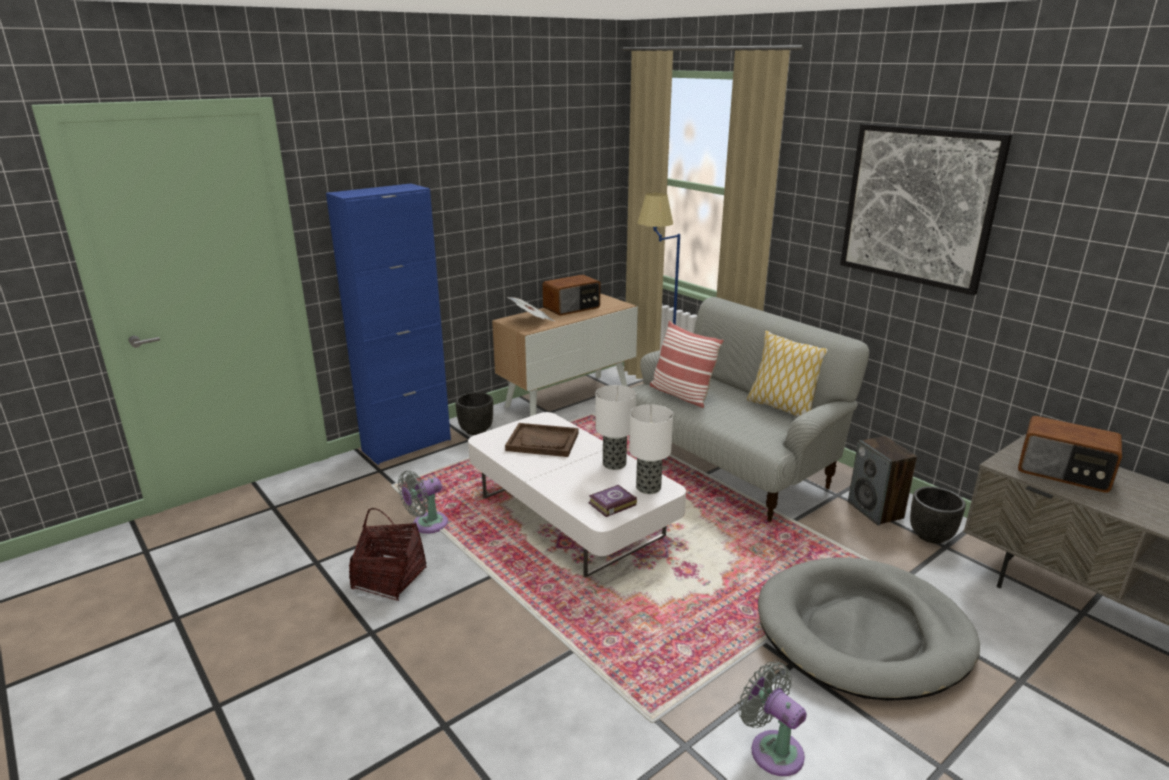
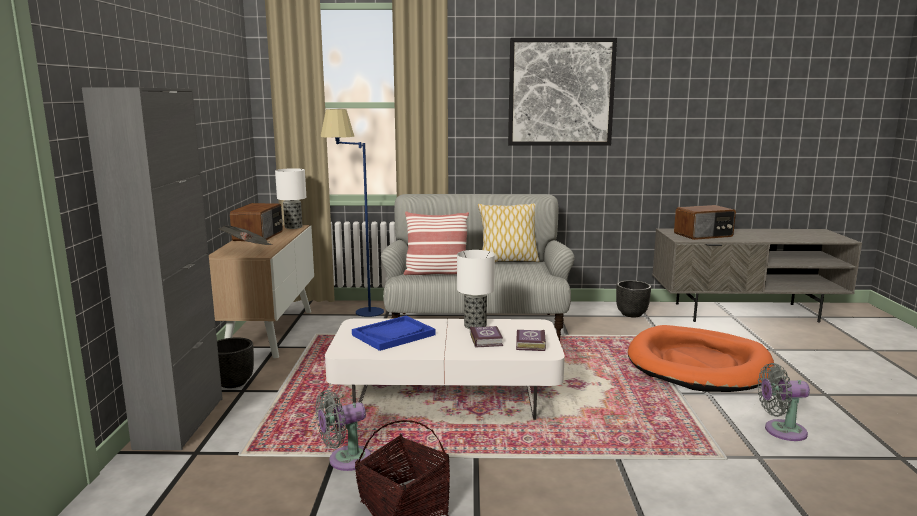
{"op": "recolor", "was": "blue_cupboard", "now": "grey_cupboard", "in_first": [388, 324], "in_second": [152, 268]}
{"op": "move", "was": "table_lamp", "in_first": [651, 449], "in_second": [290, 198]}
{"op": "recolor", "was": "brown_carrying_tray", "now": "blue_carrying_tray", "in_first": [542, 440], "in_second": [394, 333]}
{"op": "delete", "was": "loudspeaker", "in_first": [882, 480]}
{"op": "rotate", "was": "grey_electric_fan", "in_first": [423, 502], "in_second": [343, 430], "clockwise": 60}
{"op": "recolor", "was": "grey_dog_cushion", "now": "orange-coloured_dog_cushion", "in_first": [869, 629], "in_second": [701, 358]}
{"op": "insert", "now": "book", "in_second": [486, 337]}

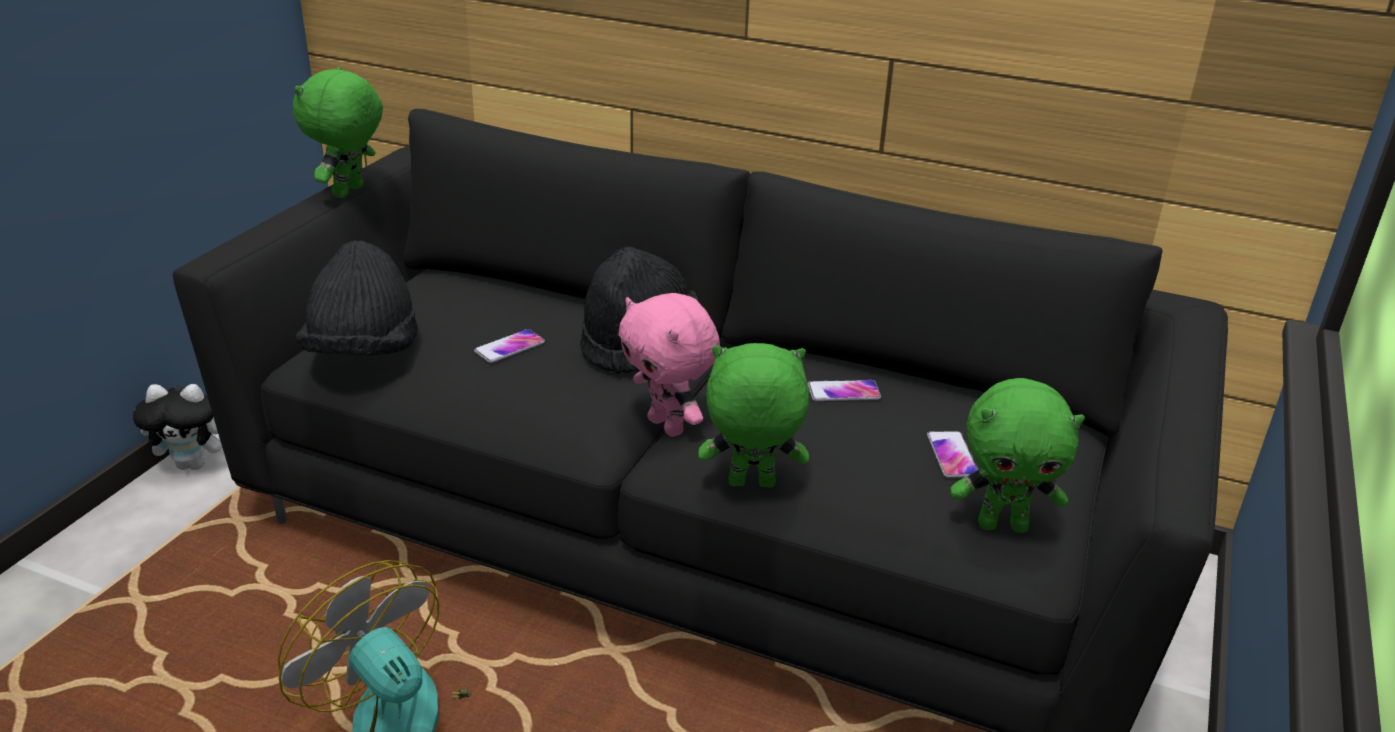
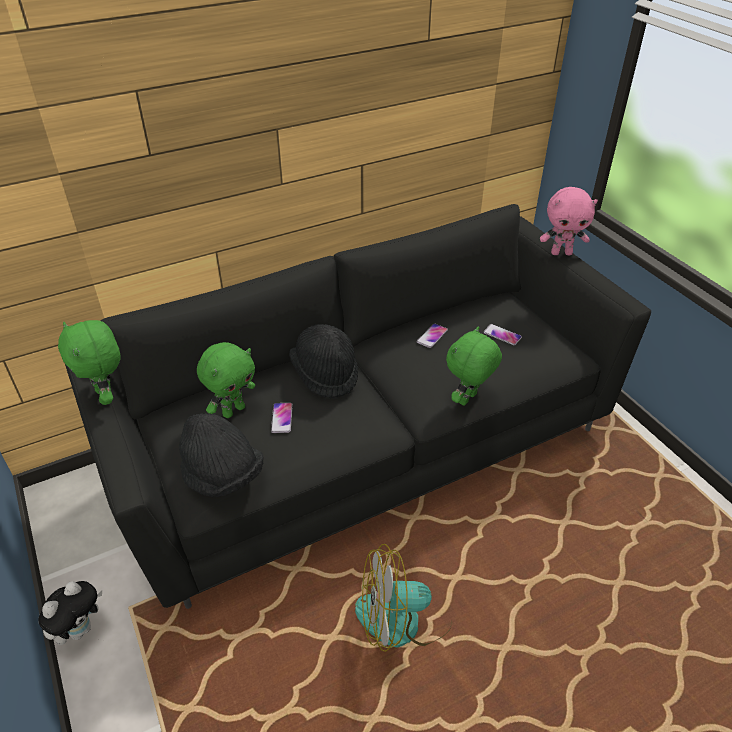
{"op": "move", "was": "pinkish_cuddly_toy", "in_first": [669, 365], "in_second": [569, 221]}
{"op": "move", "was": "green_cuddly_toy", "in_first": [1017, 455], "in_second": [226, 380]}

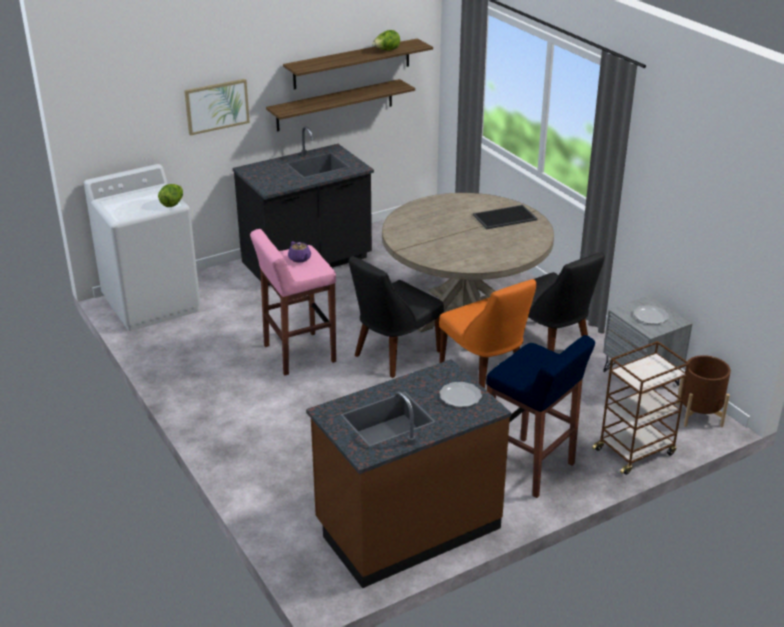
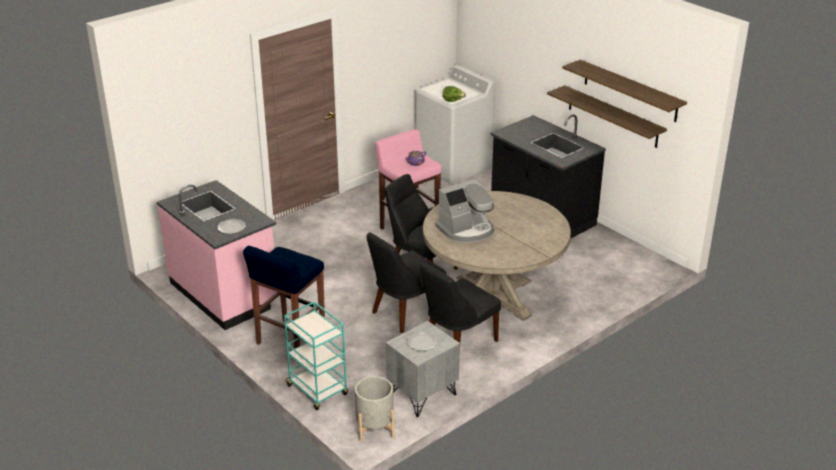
{"op": "delete", "was": "lettuce", "in_first": [386, 40]}
{"op": "delete", "was": "wall_picture", "in_first": [217, 107]}
{"op": "delete", "was": "carrying_tray", "in_first": [505, 217]}
{"op": "recolor", "was": "orange-coloured_chair", "now": "black_chair", "in_first": [487, 334], "in_second": [406, 282]}
{"op": "recolor", "was": "brown_wheeled_cart", "now": "turquoise_wheeled_cart", "in_first": [641, 408], "in_second": [316, 355]}
{"op": "recolor", "was": "brown_plant_pot", "now": "grey_plant_pot", "in_first": [703, 391], "in_second": [374, 409]}
{"op": "recolor", "was": "brown_counter", "now": "pinkish_counter", "in_first": [408, 473], "in_second": [217, 255]}
{"op": "insert", "now": "coffee_brewer", "in_second": [465, 211]}

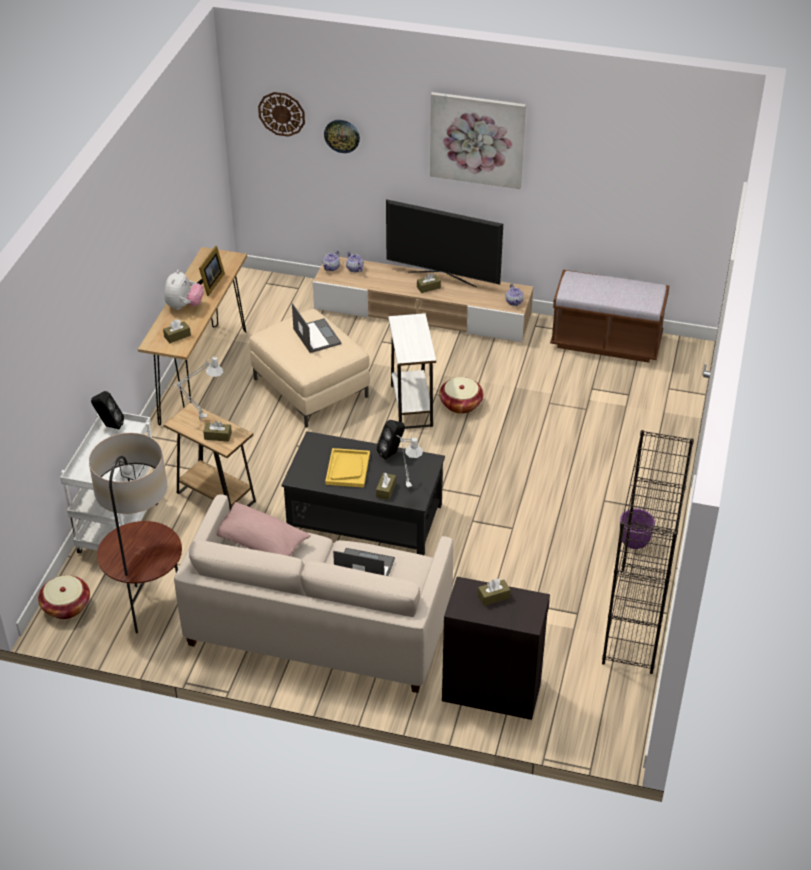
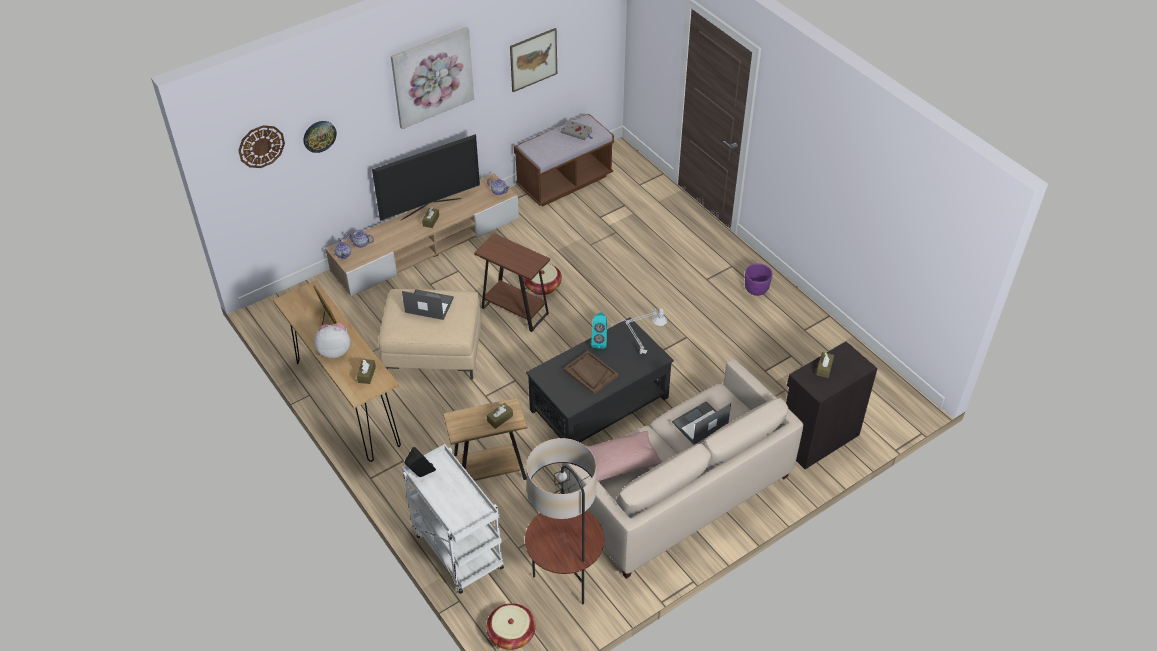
{"op": "rotate", "was": "cuddly_toy", "in_first": [183, 290], "in_second": [332, 340], "clockwise": -60}
{"op": "recolor", "was": "whitish_side_table", "now": "brown_side_table", "in_first": [412, 371], "in_second": [512, 282]}
{"op": "delete", "was": "grey_table_lamp", "in_first": [192, 388]}
{"op": "recolor", "was": "black_loudspeaker", "now": "turquoise_loudspeaker", "in_first": [391, 440], "in_second": [599, 331]}
{"op": "delete", "was": "black_bookcase", "in_first": [648, 552]}
{"op": "recolor", "was": "yellow_carrying_tray", "now": "brown_carrying_tray", "in_first": [347, 468], "in_second": [590, 373]}
{"op": "delete", "was": "brown_tissue_holder", "in_first": [386, 486]}
{"op": "insert", "now": "wall_picture", "in_second": [533, 60]}
{"op": "insert", "now": "grey_book", "in_second": [576, 130]}

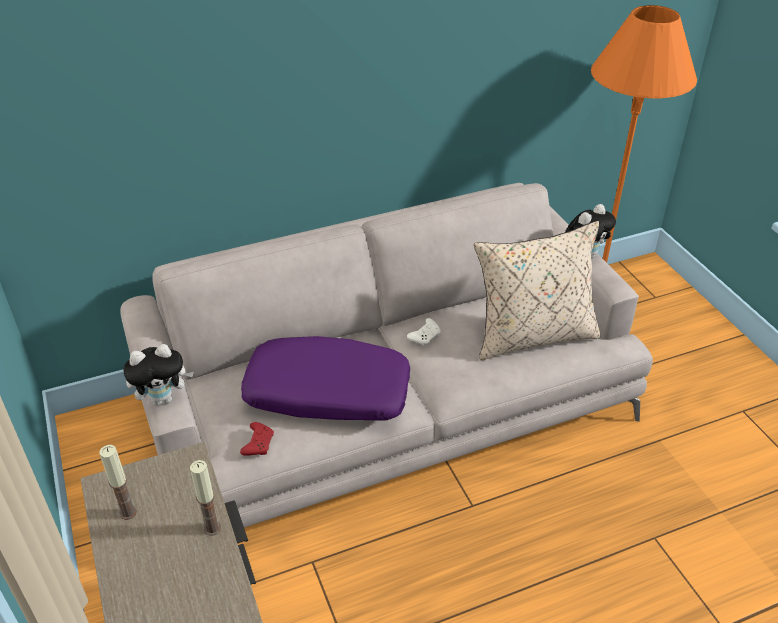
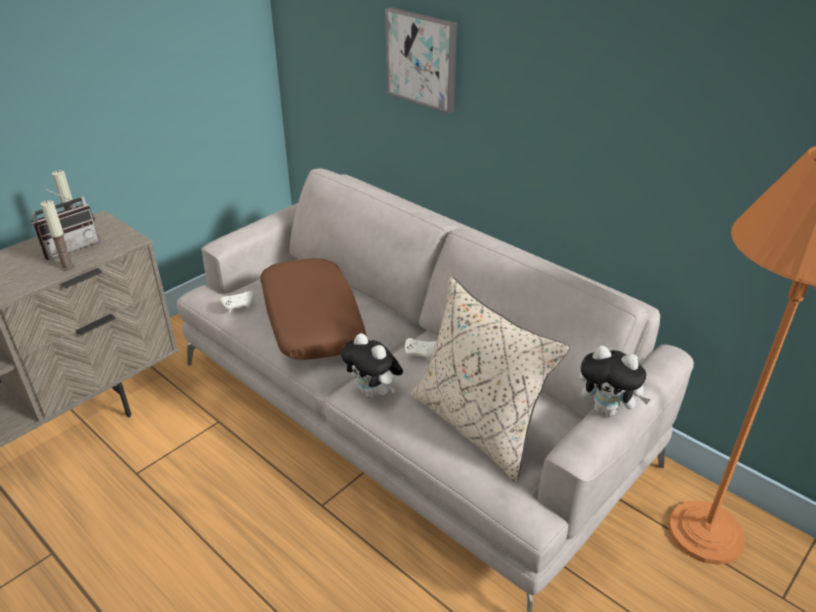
{"op": "recolor", "was": "purple-coloured_cushion", "now": "brown_cushion", "in_first": [325, 378], "in_second": [313, 309]}
{"op": "move", "was": "cuddly_toy", "in_first": [158, 375], "in_second": [372, 366]}
{"op": "recolor", "was": "red_joypad", "now": "whitish_joypad", "in_first": [257, 439], "in_second": [237, 302]}
{"op": "insert", "now": "wall_picture", "in_second": [421, 60]}
{"op": "insert", "now": "radio_receiver", "in_second": [65, 223]}

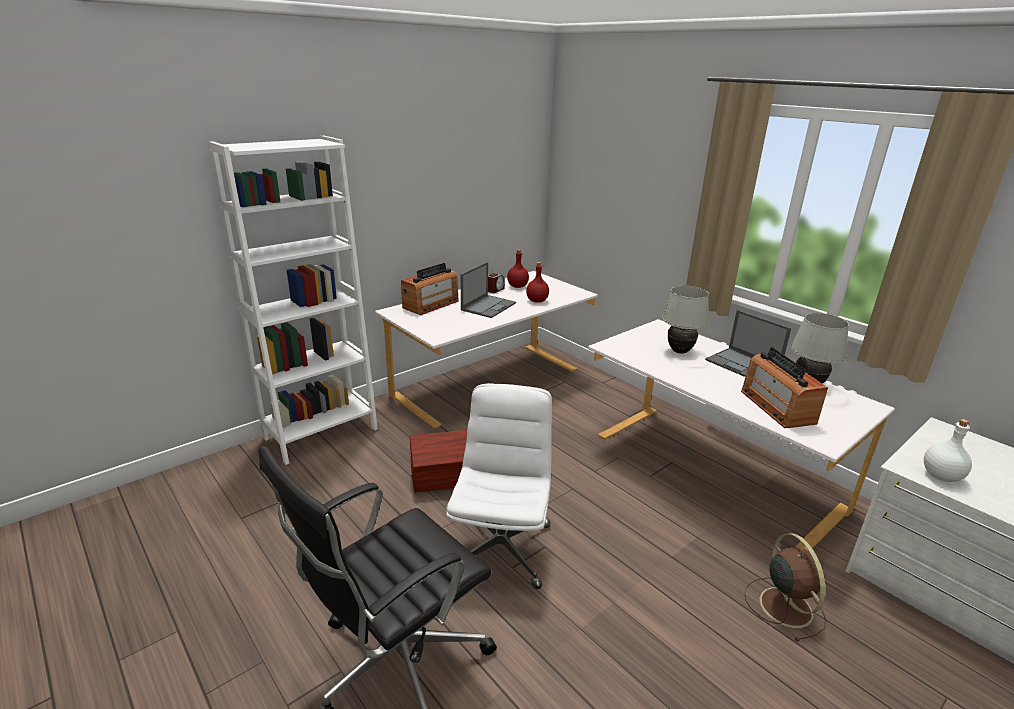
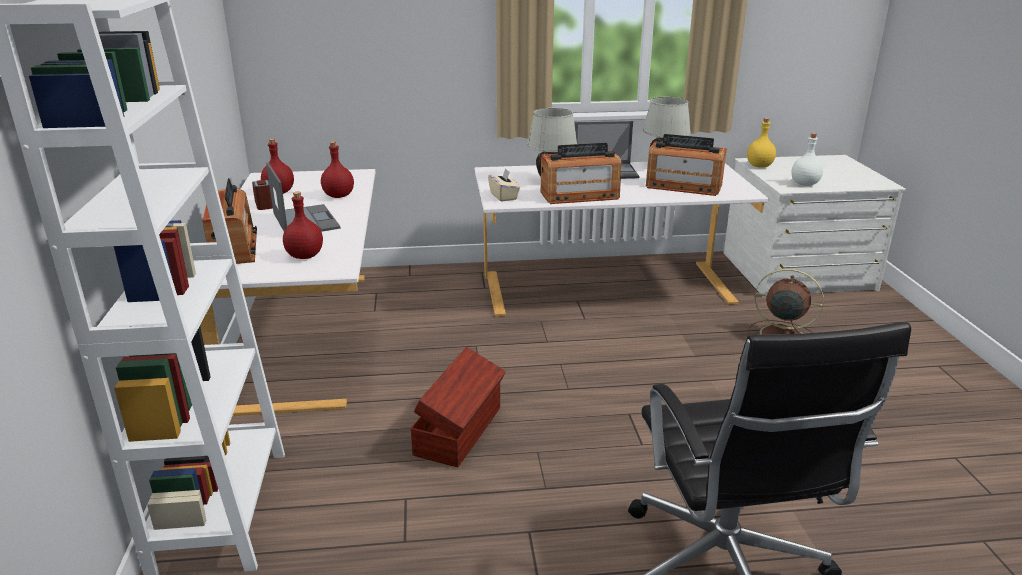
{"op": "delete", "was": "whitish_computer_chair", "in_first": [499, 486]}
{"op": "insert", "now": "yellow_drink_bottle", "in_second": [761, 143]}
{"op": "insert", "now": "radio_receiver", "in_second": [581, 173]}
{"op": "insert", "now": "beige-coloured_tissue_holder", "in_second": [504, 185]}
{"op": "insert", "now": "red_drink_bottle", "in_second": [303, 225]}

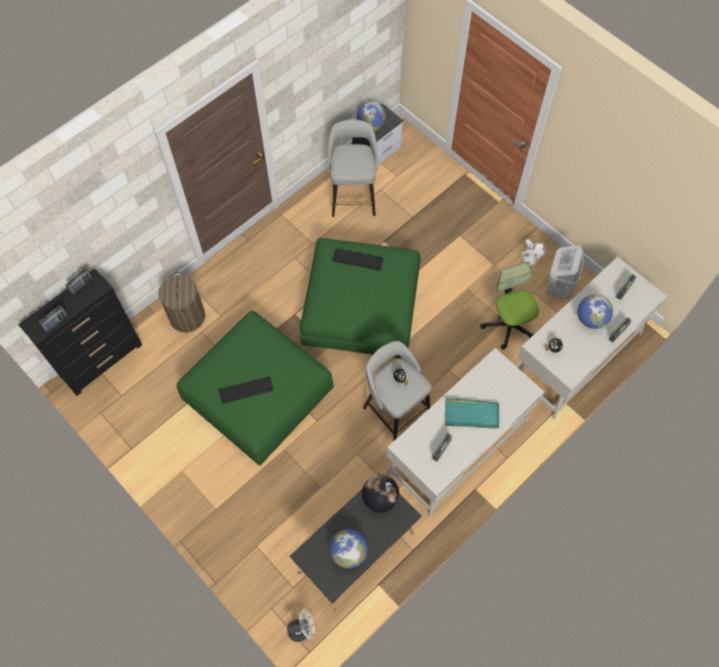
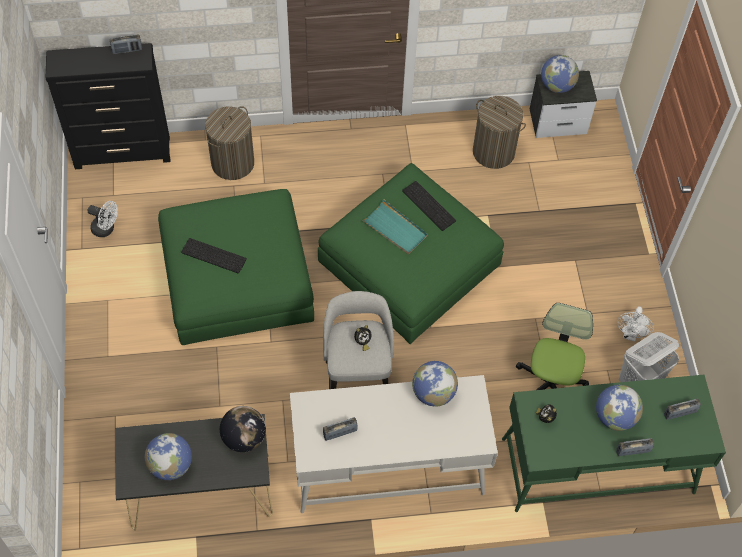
{"op": "replace", "was": "grey_sitting_stool", "now": "hamper", "in_first": [353, 168], "in_second": [499, 132]}
{"op": "recolor", "was": "whitish_desk", "now": "green_desk", "in_first": [592, 338], "in_second": [614, 443]}
{"op": "delete", "was": "radio_receiver", "in_first": [53, 318]}
{"op": "move", "was": "turquoise_carrying_tray", "in_first": [472, 413], "in_second": [395, 226]}
{"op": "move", "was": "whitish_electric_fan", "in_first": [301, 625], "in_second": [102, 219]}
{"op": "insert", "now": "desk_globe", "in_second": [435, 384]}

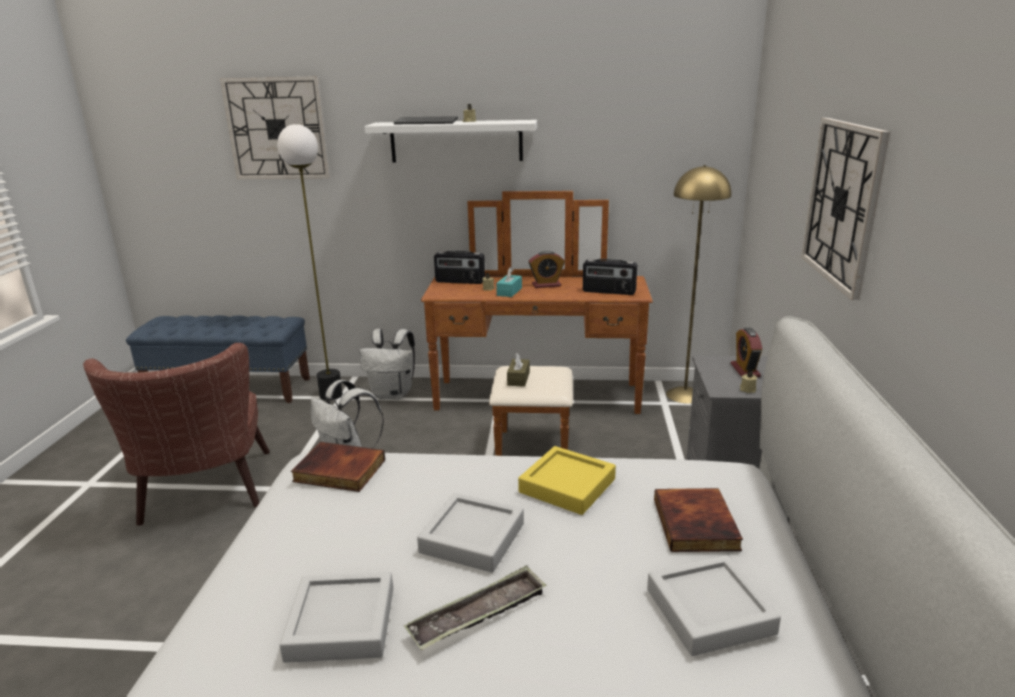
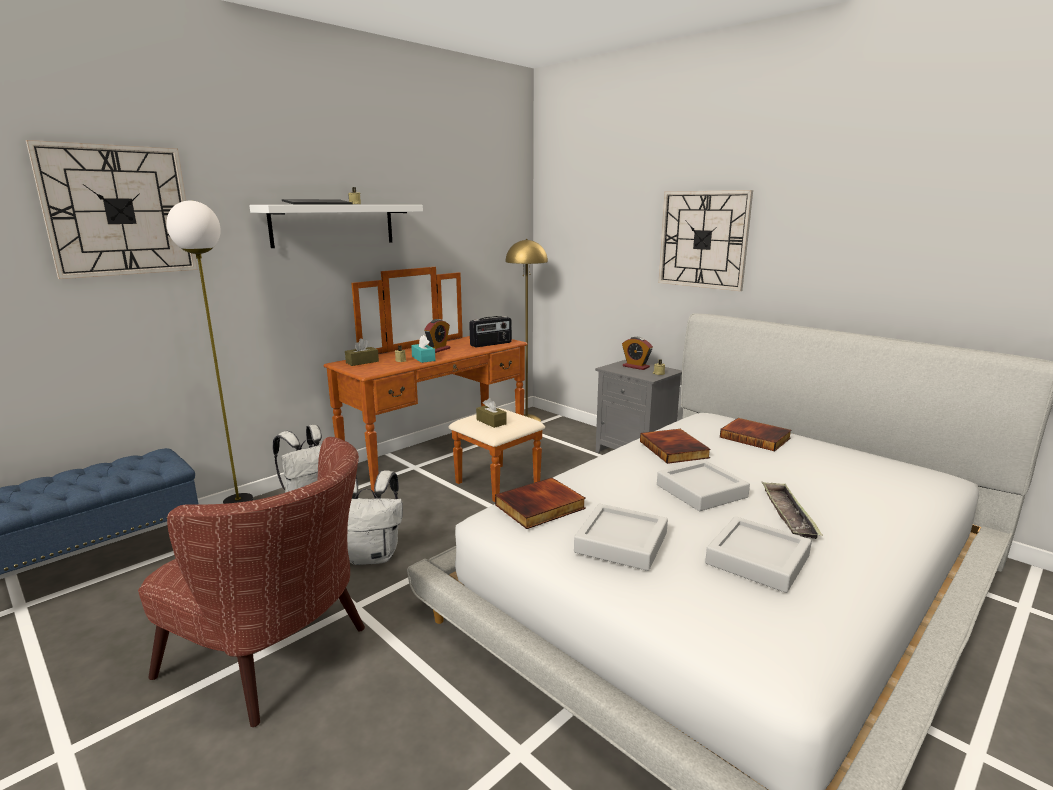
{"op": "replace", "was": "radio_receiver", "now": "brown_tissue_holder", "in_first": [459, 267], "in_second": [362, 352]}
{"op": "replace", "was": "yellow_carrying_tray", "now": "book", "in_first": [567, 480], "in_second": [675, 446]}
{"op": "move", "was": "grey_carrying_tray", "in_first": [714, 605], "in_second": [621, 537]}

